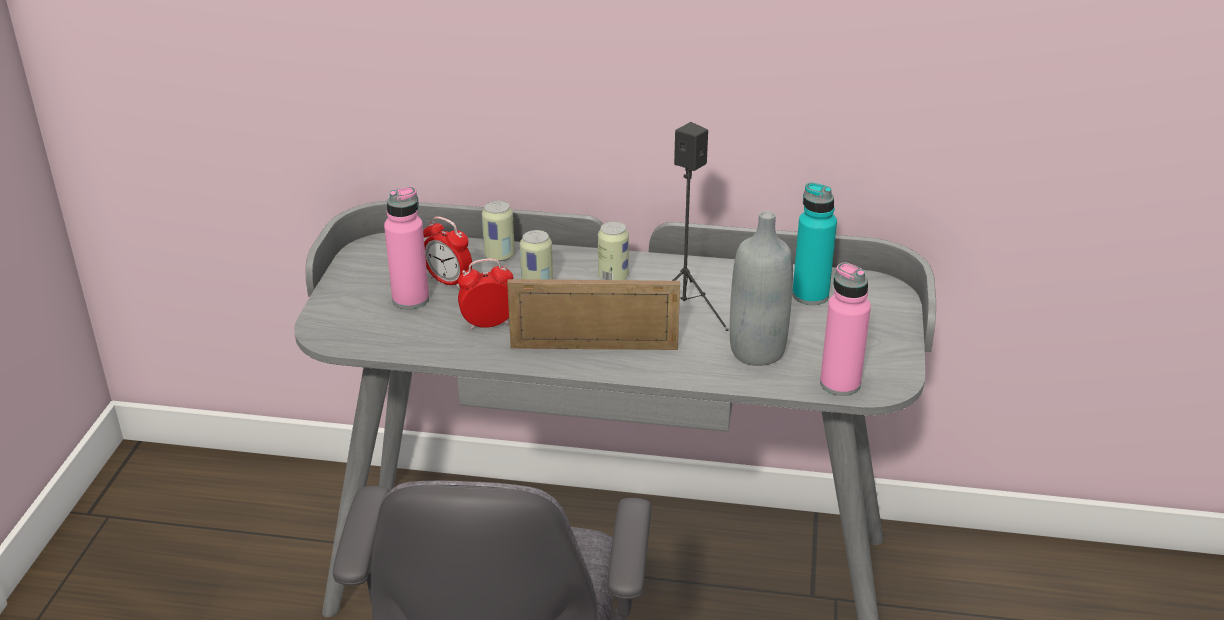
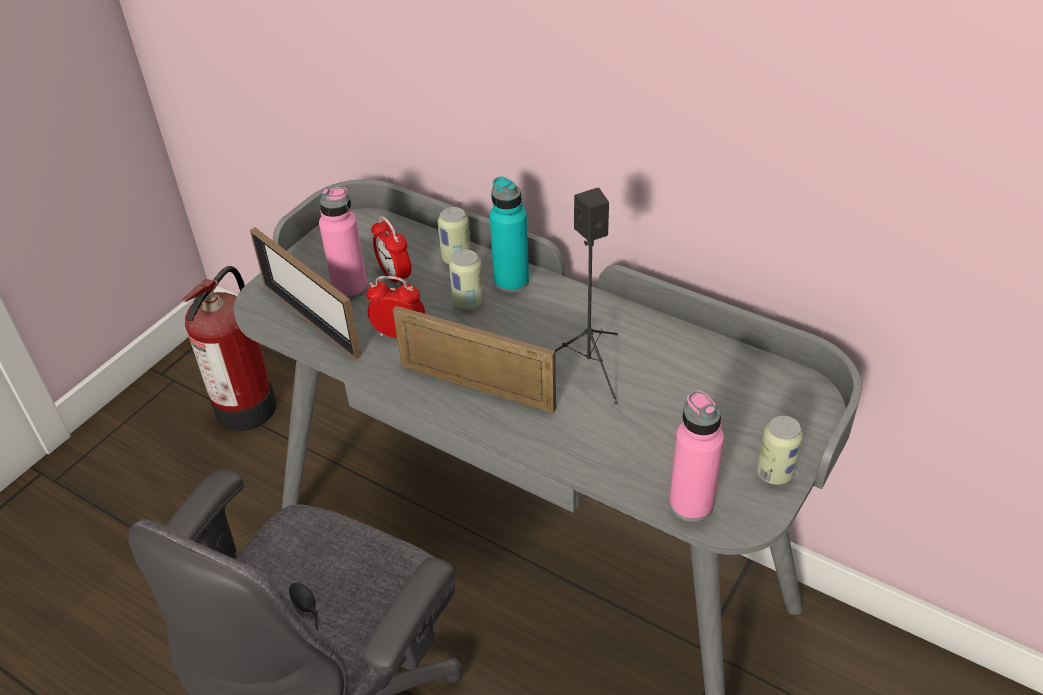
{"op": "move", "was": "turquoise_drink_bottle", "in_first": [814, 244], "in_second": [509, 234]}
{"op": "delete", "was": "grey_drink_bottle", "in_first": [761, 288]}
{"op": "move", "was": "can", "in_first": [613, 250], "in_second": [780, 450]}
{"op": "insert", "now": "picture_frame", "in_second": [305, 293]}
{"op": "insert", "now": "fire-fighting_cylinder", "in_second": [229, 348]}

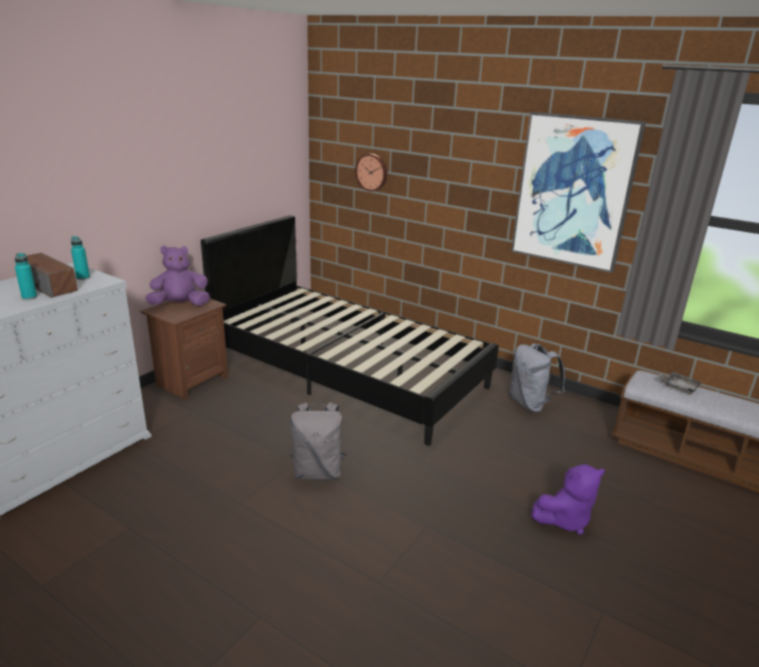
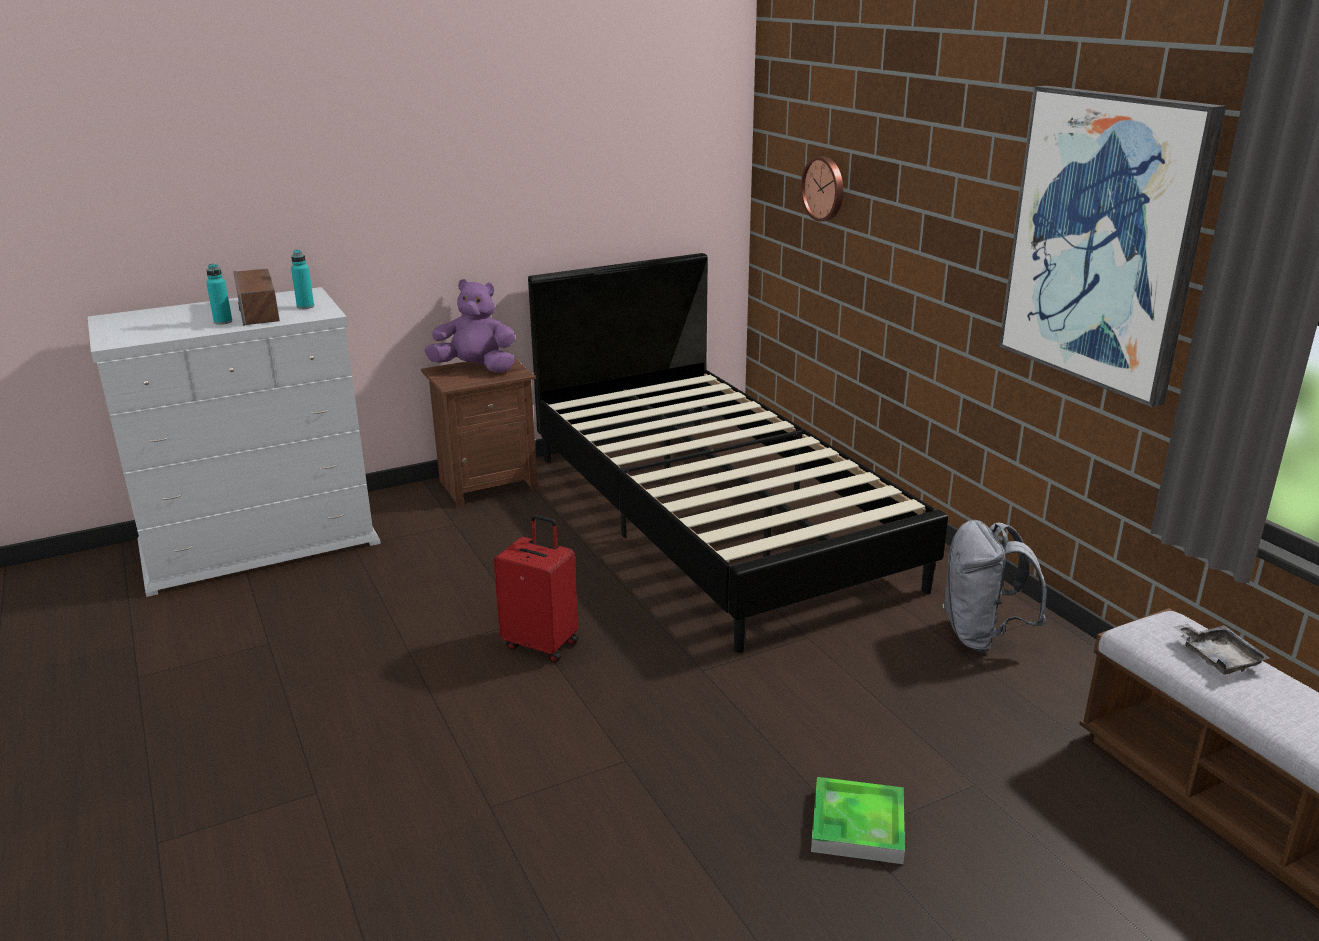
{"op": "replace", "was": "grey_knapsack", "now": "red_suitcase", "in_first": [318, 441], "in_second": [536, 588]}
{"op": "replace", "was": "purple-coloured_cuddly_toy", "now": "carrying_tray", "in_first": [568, 499], "in_second": [858, 820]}

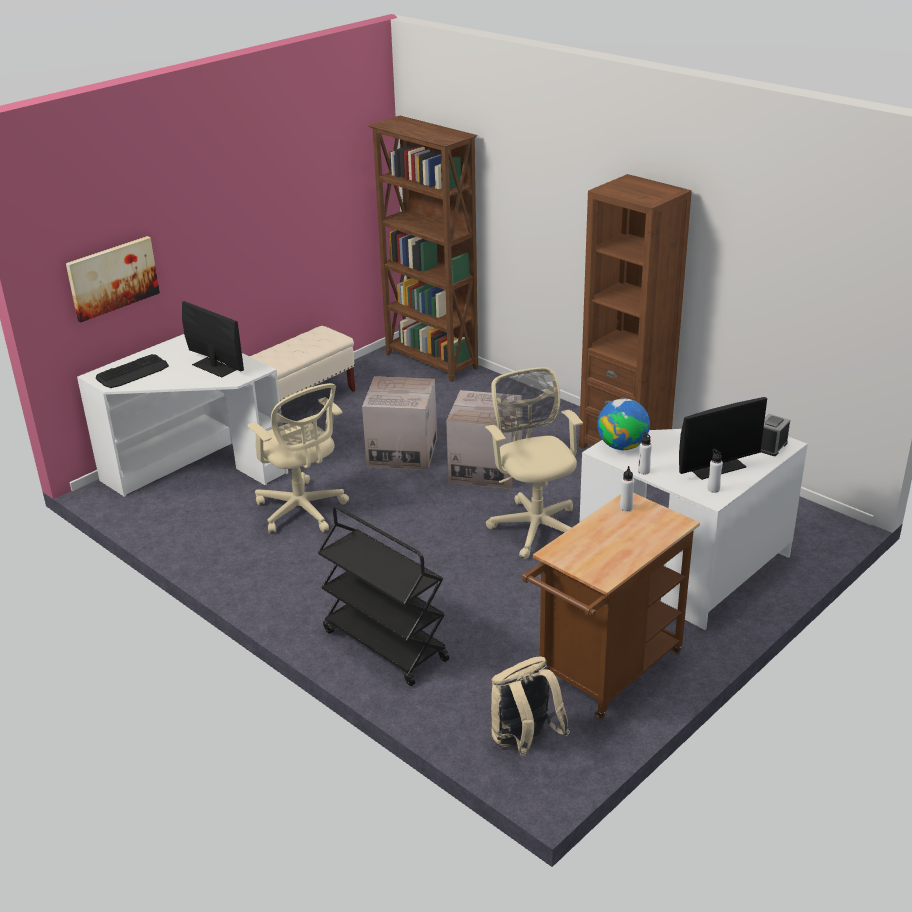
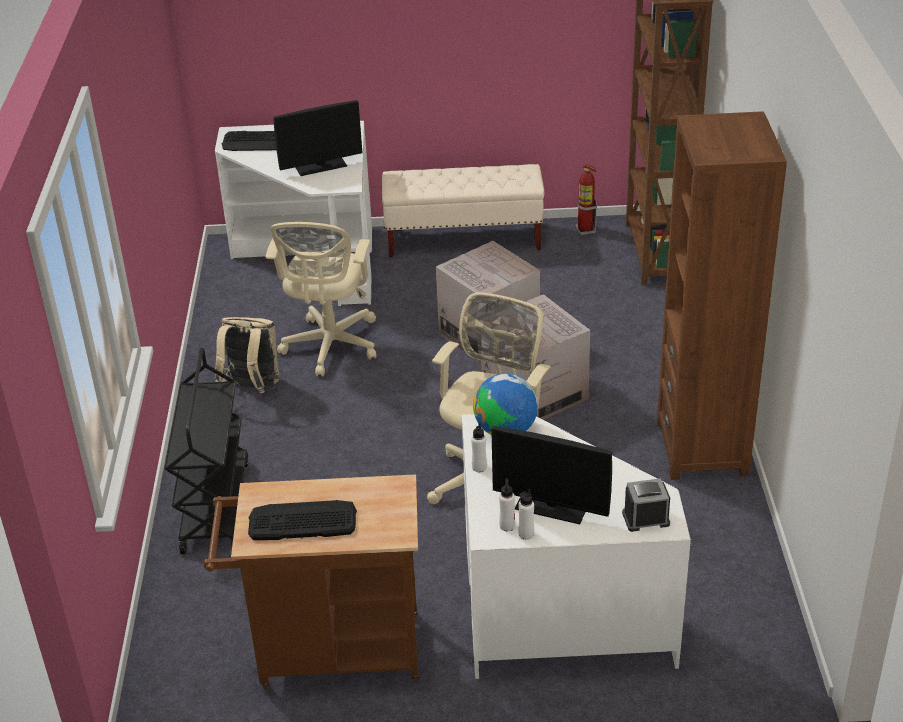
{"op": "delete", "was": "wall_picture", "in_first": [113, 279]}
{"op": "rotate", "was": "computer_screen", "in_first": [213, 339], "in_second": [318, 138], "clockwise": 75}
{"op": "move", "was": "whitish_drink_bottle", "in_first": [627, 488], "in_second": [526, 514]}
{"op": "move", "was": "beige-coloured_knapsack", "in_first": [530, 706], "in_second": [247, 355]}
{"op": "insert", "now": "fire-fighting_cylinder", "in_second": [586, 199]}
{"op": "insert", "now": "computer_keyboard", "in_second": [302, 520]}

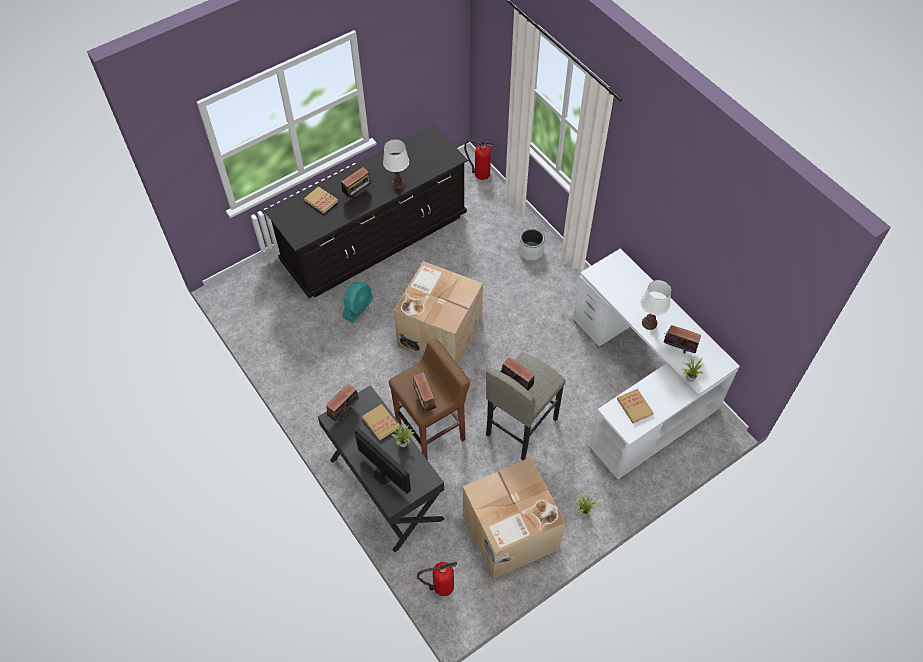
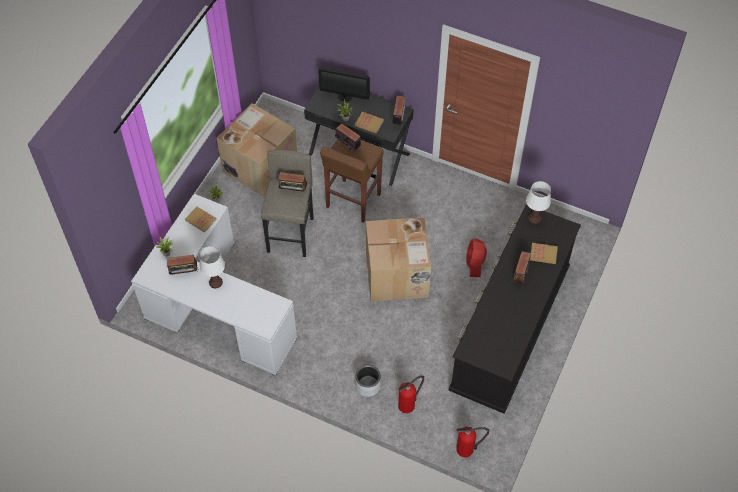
{"op": "move", "was": "whitish_table_lamp", "in_first": [396, 164], "in_second": [538, 202]}
{"op": "recolor", "was": "turquoise_electric_fan", "now": "red_electric_fan", "in_first": [358, 302], "in_second": [476, 257]}
{"op": "move", "was": "fire-fighting_cylinder", "in_first": [437, 579], "in_second": [411, 394]}

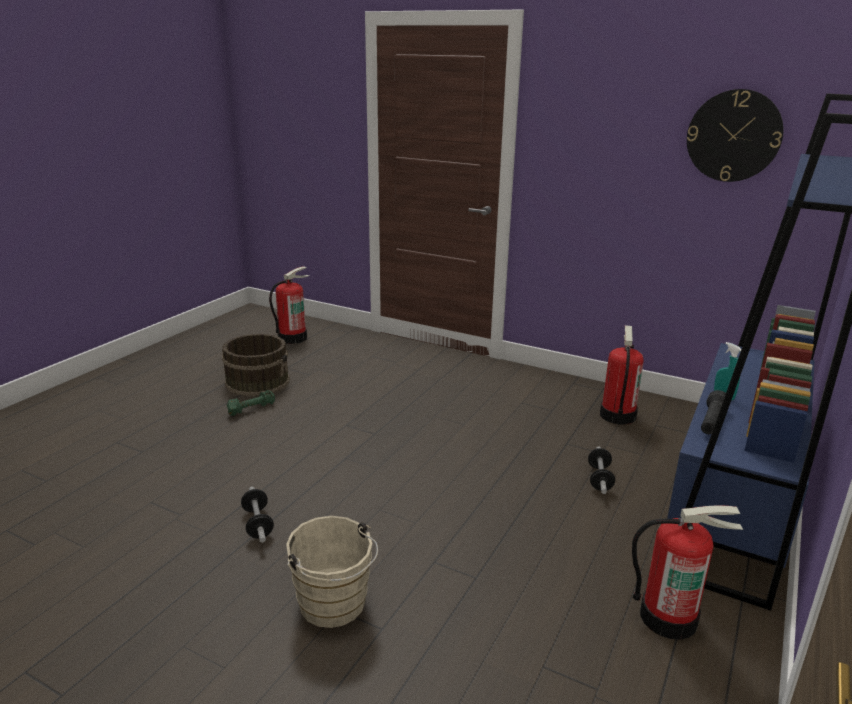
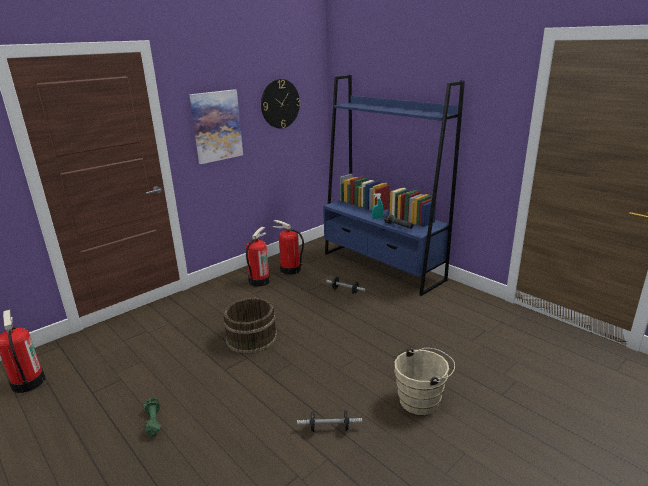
{"op": "move", "was": "brown_bucket", "in_first": [256, 365], "in_second": [250, 325]}
{"op": "move", "was": "fire-fighting_cylinder", "in_first": [687, 573], "in_second": [258, 257]}
{"op": "insert", "now": "wall_picture", "in_second": [216, 126]}

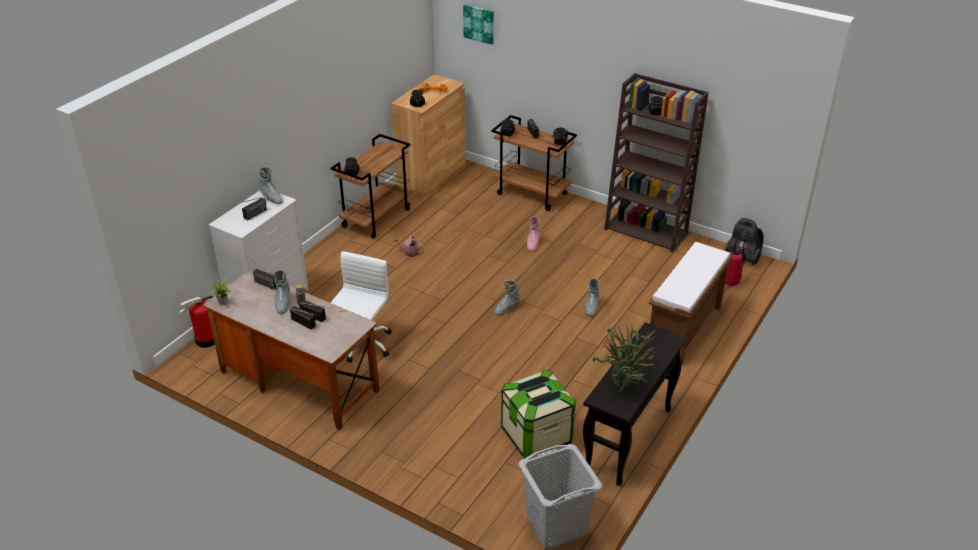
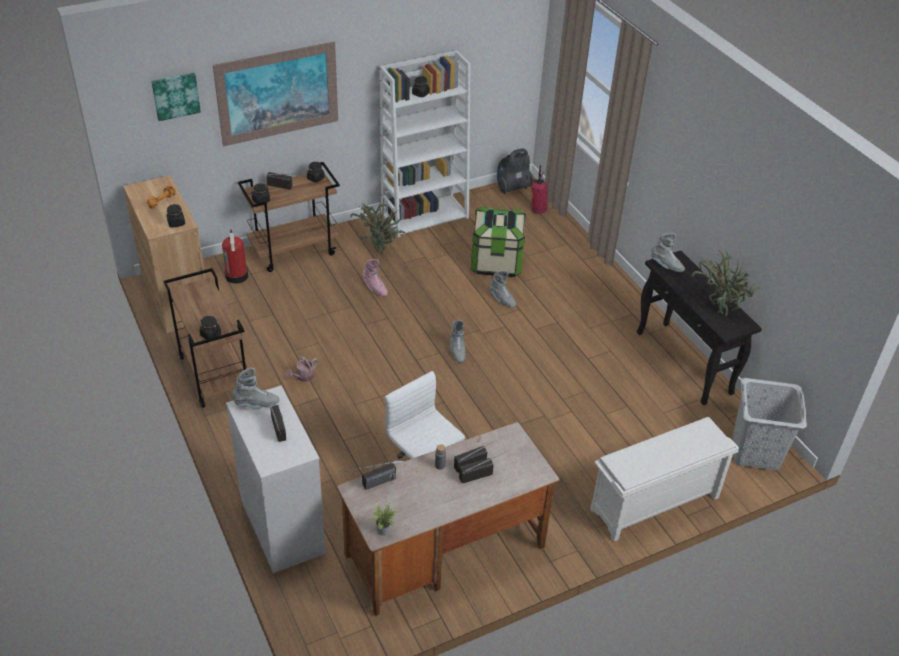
{"op": "recolor", "was": "brown_bookcase", "now": "whitish_bookcase", "in_first": [656, 162], "in_second": [425, 143]}
{"op": "delete", "was": "brown_bench", "in_first": [691, 304]}
{"op": "move", "was": "grey_tall_boot", "in_first": [281, 292], "in_second": [668, 252]}
{"op": "move", "was": "fire-fighting_cylinder", "in_first": [197, 322], "in_second": [235, 257]}
{"op": "move", "was": "storage_box", "in_first": [538, 414], "in_second": [498, 242]}
{"op": "insert", "now": "wall_picture", "in_second": [275, 94]}
{"op": "insert", "now": "plant_in_a_pot", "in_second": [377, 225]}
{"op": "insert", "now": "whitish_shoe_shelf", "in_second": [664, 479]}

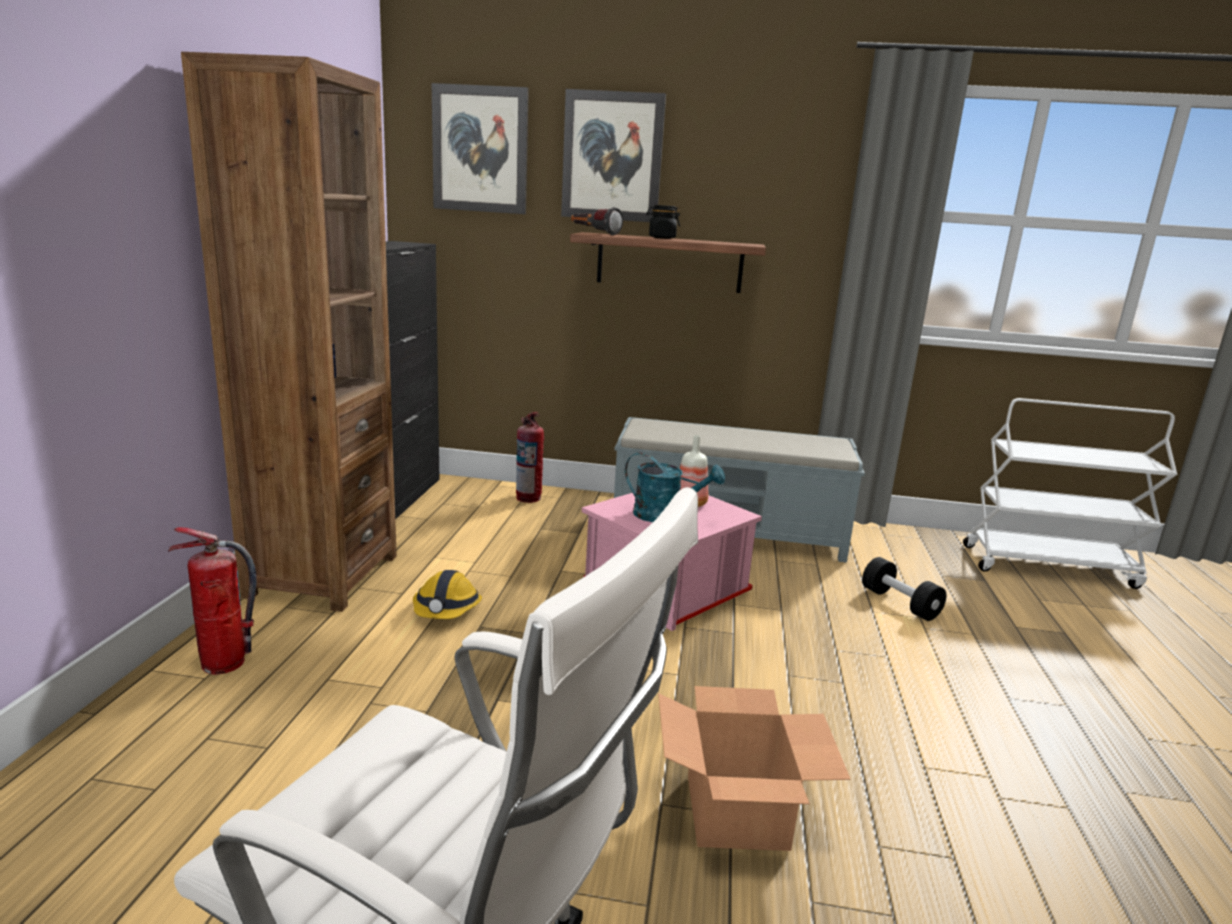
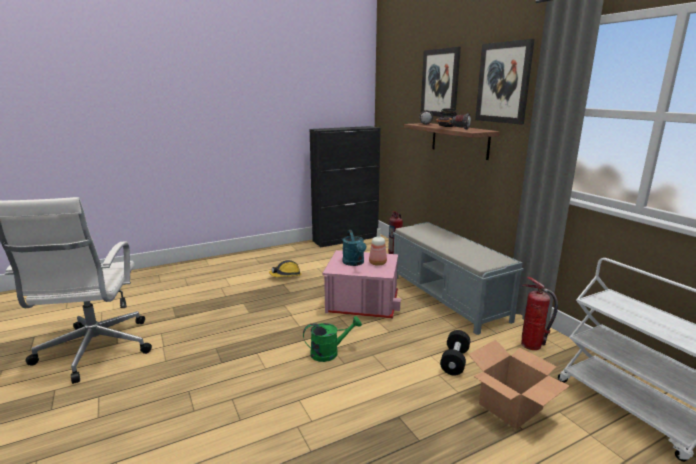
{"op": "delete", "was": "brown_bookcase", "in_first": [289, 332]}
{"op": "move", "was": "wall_picture", "in_first": [480, 148], "in_second": [505, 82]}
{"op": "move", "was": "fire-fighting_cylinder", "in_first": [212, 601], "in_second": [539, 313]}
{"op": "move", "was": "cardboard_box", "in_first": [754, 768], "in_second": [519, 384]}
{"op": "insert", "now": "flashlight", "in_second": [453, 121]}
{"op": "insert", "now": "green_watering_pot", "in_second": [332, 339]}

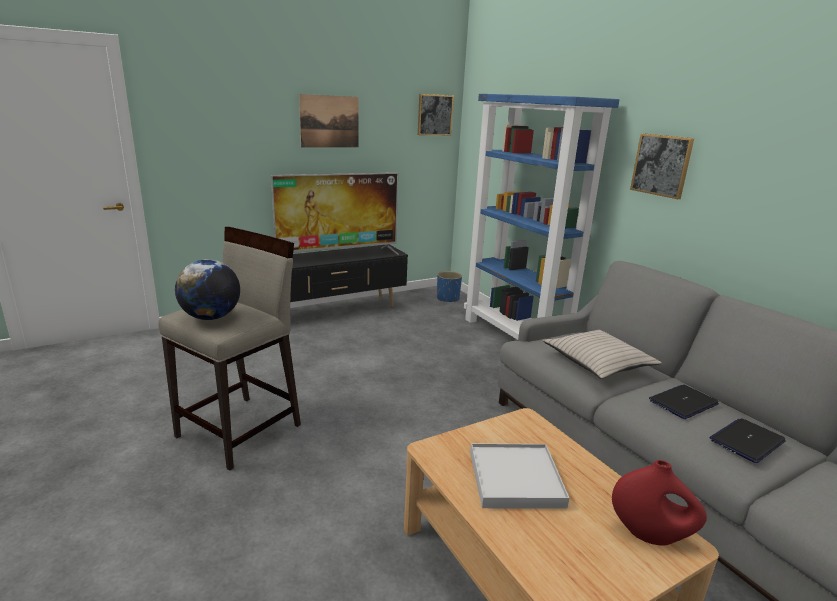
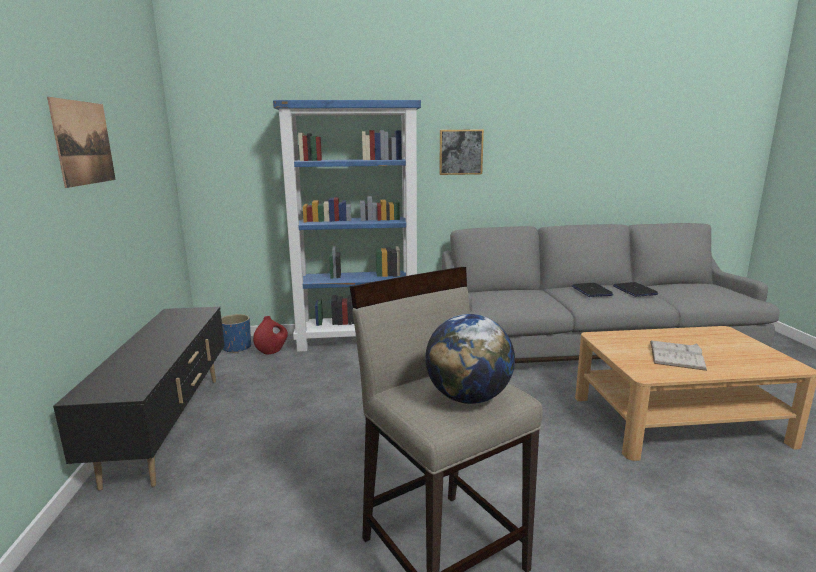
{"op": "delete", "was": "wall_picture", "in_first": [436, 114]}
{"op": "delete", "was": "television", "in_first": [335, 213]}
{"op": "delete", "was": "beige-coloured_cushion", "in_first": [602, 354]}
{"op": "replace", "was": "whitish_carrying_tray", "now": "whitish_book", "in_first": [519, 476], "in_second": [678, 355]}
{"op": "move", "was": "red_decorative_vase", "in_first": [659, 503], "in_second": [270, 335]}

